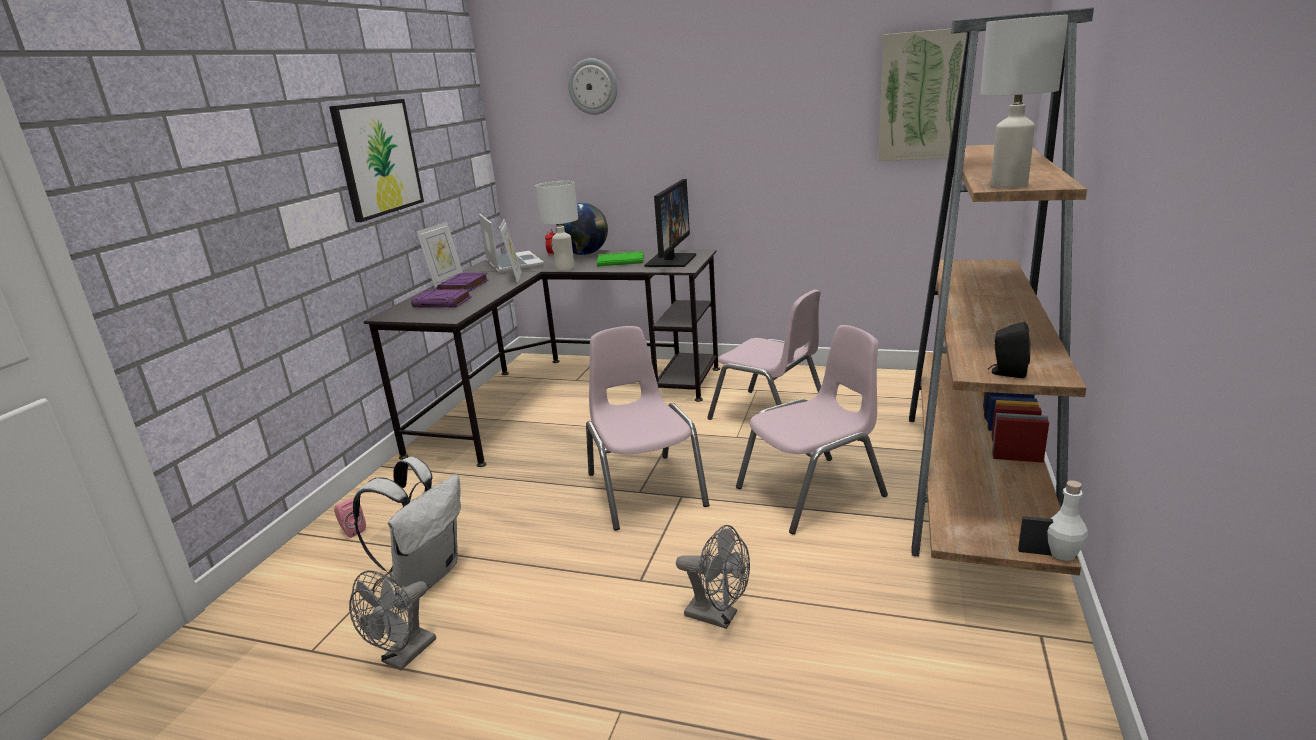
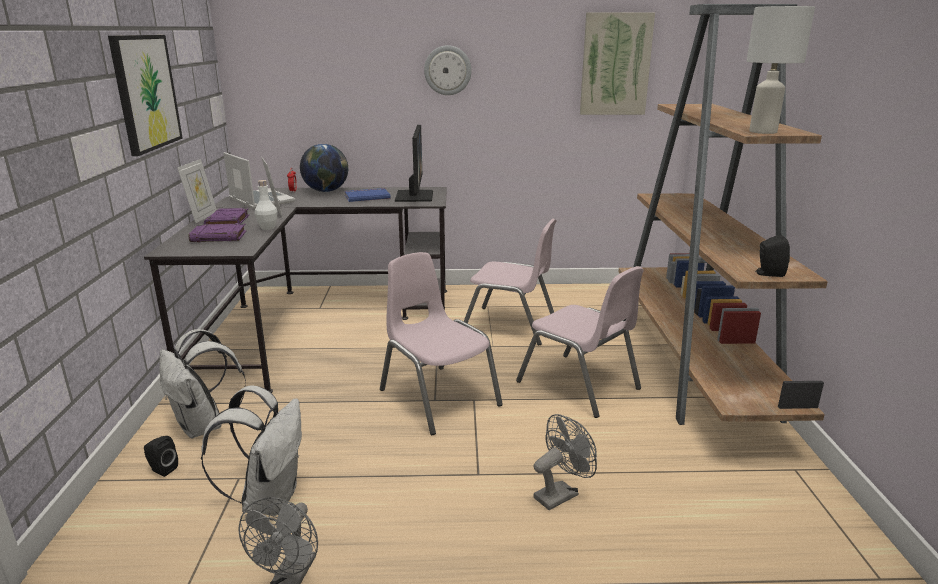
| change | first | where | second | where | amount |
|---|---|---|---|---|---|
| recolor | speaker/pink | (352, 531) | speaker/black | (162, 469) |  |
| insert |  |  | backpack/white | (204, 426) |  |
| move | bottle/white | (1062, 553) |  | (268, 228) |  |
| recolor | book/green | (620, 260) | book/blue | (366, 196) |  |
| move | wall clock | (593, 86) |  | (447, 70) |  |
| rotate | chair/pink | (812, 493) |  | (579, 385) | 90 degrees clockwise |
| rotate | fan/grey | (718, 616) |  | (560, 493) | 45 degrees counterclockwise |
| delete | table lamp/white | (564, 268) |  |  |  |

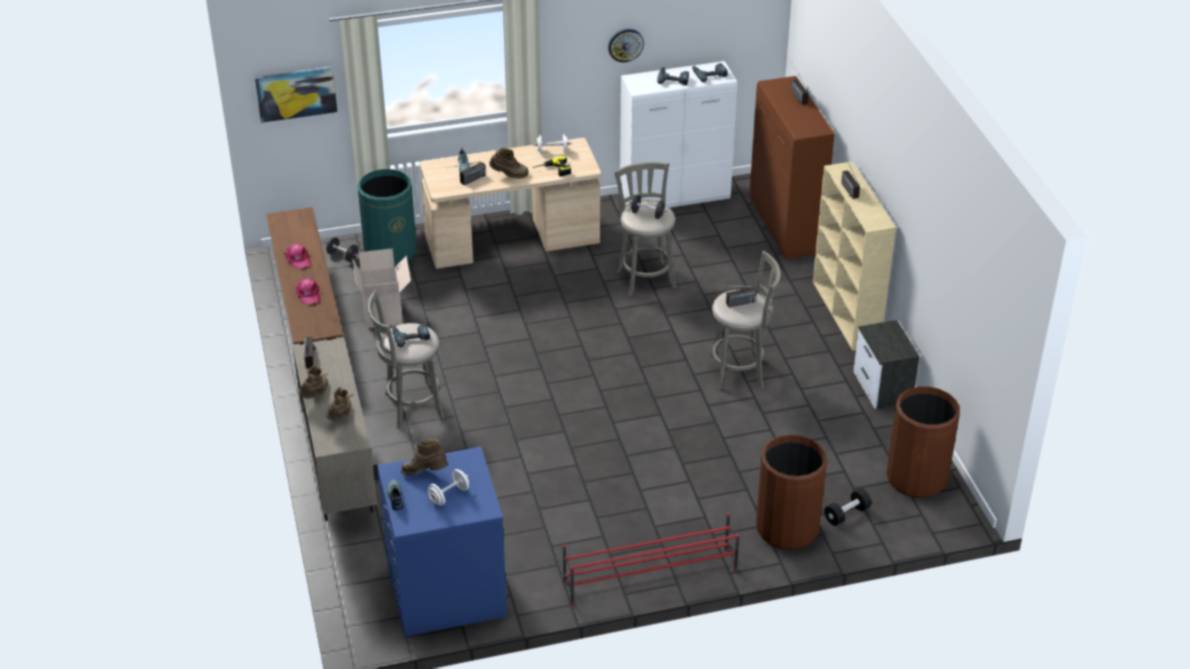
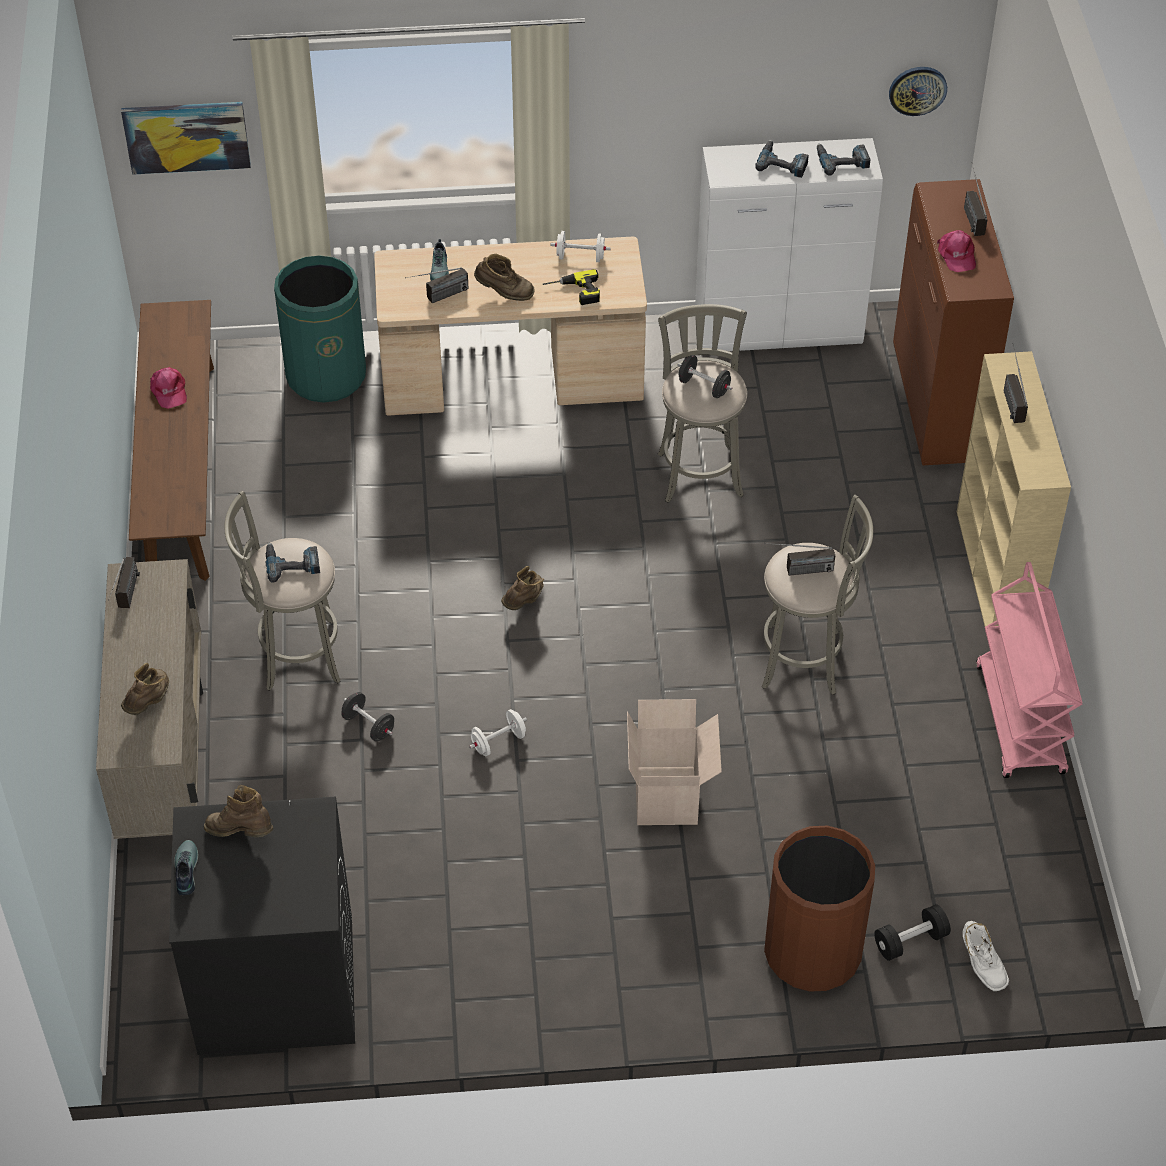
| change | first | where | second | where | amount |
|---|---|---|---|---|---|
| recolor | washing machine/blue | (445, 591) | washing machine/black | (275, 985) |  |
| move | dumbbell/black | (343, 256) |  | (368, 726) |  |
| move | dumbbell/white | (449, 495) |  | (498, 742) |  |
| move | boot/brown | (315, 395) |  | (524, 602) |  |
| move | cardboard box | (384, 313) |  | (669, 797) |  |
| move | wall clock | (625, 44) |  | (917, 90) |  |
| move | cap/pink | (308, 294) |  | (956, 255) |  |
| insert |  |  | boot/white | (980, 965) |  |
| replace | nightstand | (882, 388) | cart/pink | (1020, 721) |  |
| delete | shoe rack/red | (649, 575) |  |  |  |
| delete | trash can/brown | (917, 477) |  |  |  |

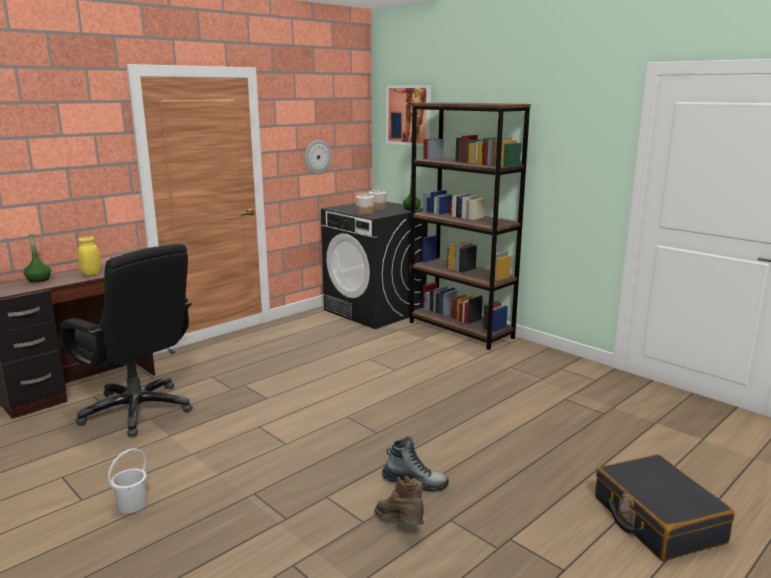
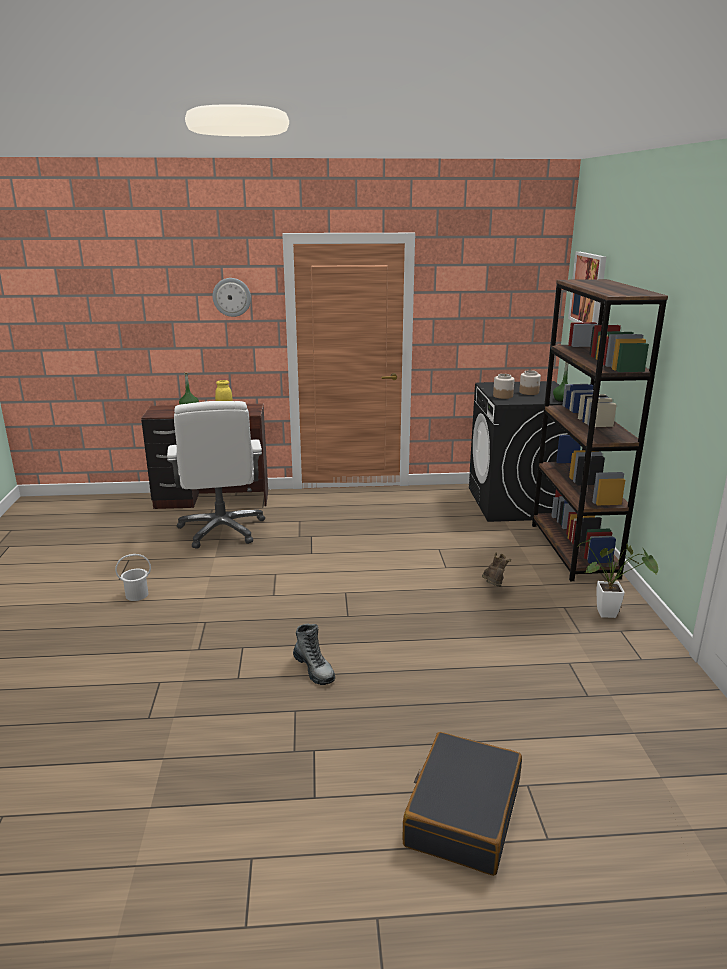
| change | first | where | second | where | amount |
|---|---|---|---|---|---|
| recolor | office chair/black | (138, 410) | office chair/white | (222, 530) |  |
| move | wall clock | (317, 157) |  | (232, 297) |  |
| move | boot/brown | (400, 526) |  | (493, 588) |  |
| insert |  |  | potted plant | (611, 614) |  |

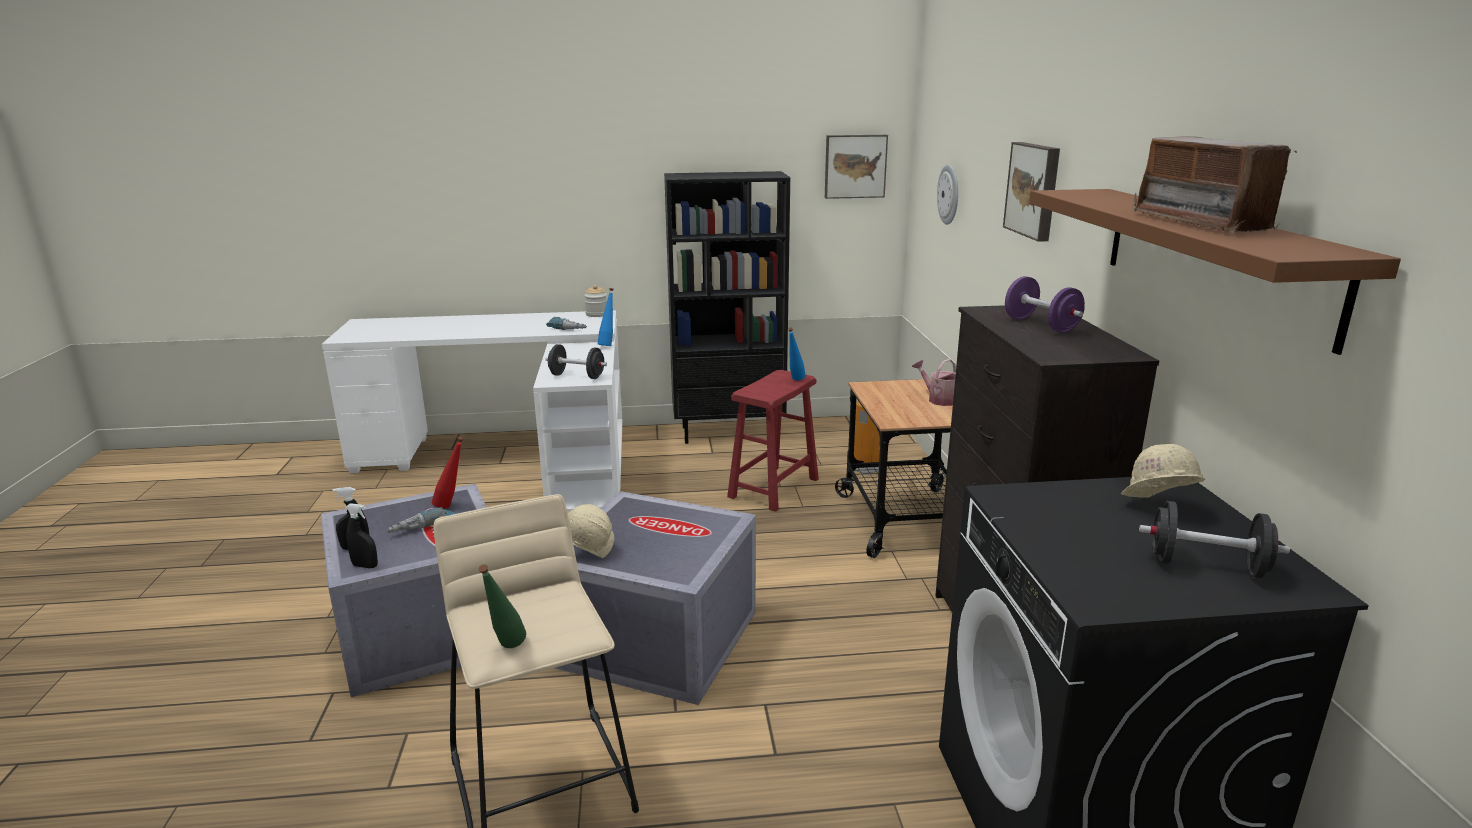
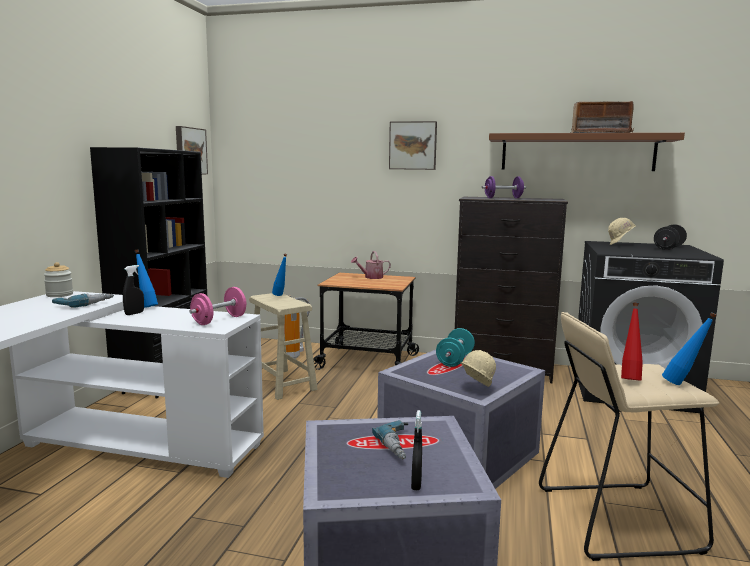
| change | first | where | second | where | amount |
|---|---|---|---|---|---|
| move | spray bottle/black | (365, 566) |  | (134, 313) |  |
| recolor | dumbbell/black | (577, 376) | dumbbell/pink | (219, 320) |  |
| recolor | stool/red | (774, 488) | stool/beige | (282, 384) |  |
| insert |  |  | dumbbell/turquoise | (455, 360) |  |
| move | bottle/red | (452, 506) |  | (629, 378) |  |
| recolor | bottle/green | (506, 650) | bottle/blue | (683, 385) |  |
| delete | wall clock | (949, 194) |  |  |  |

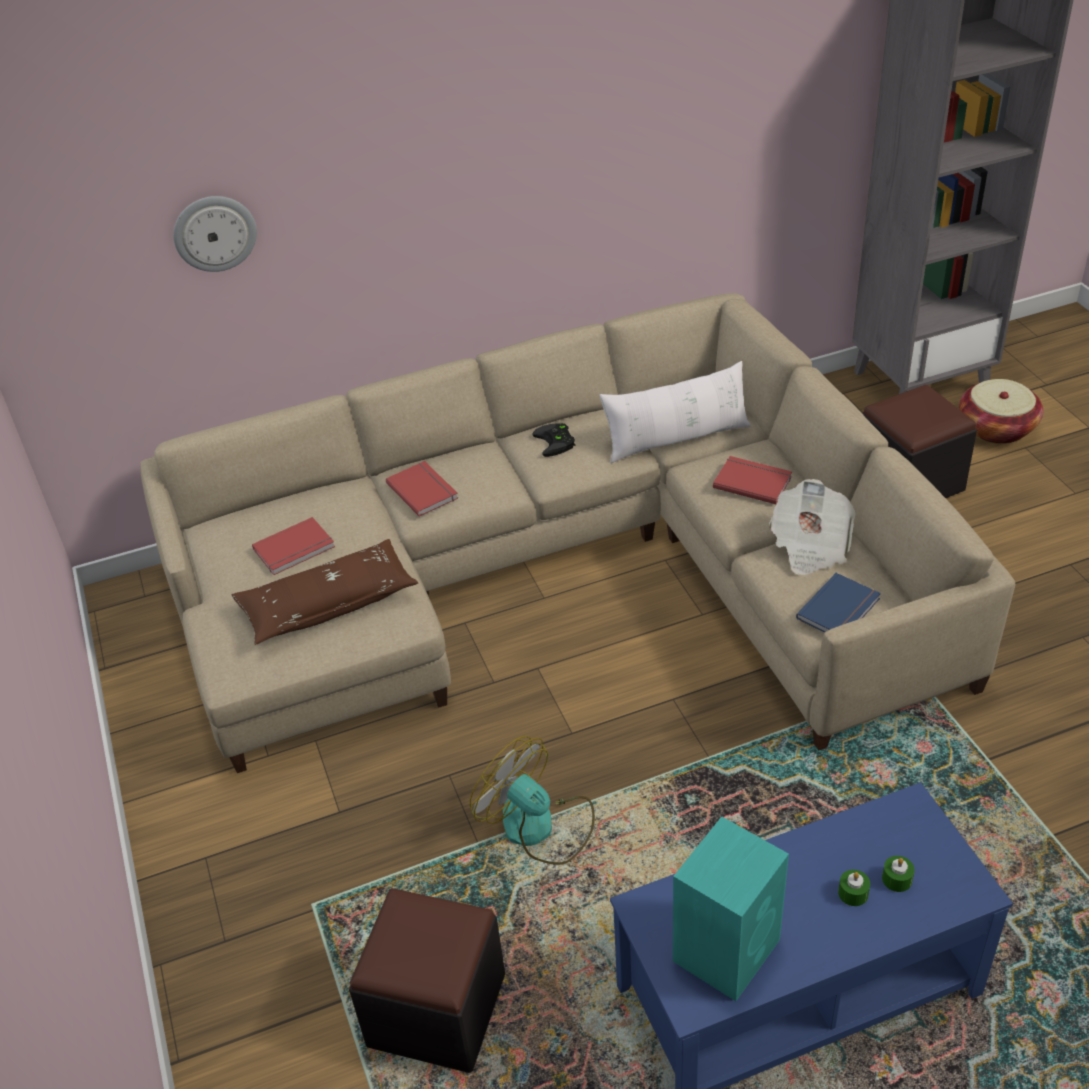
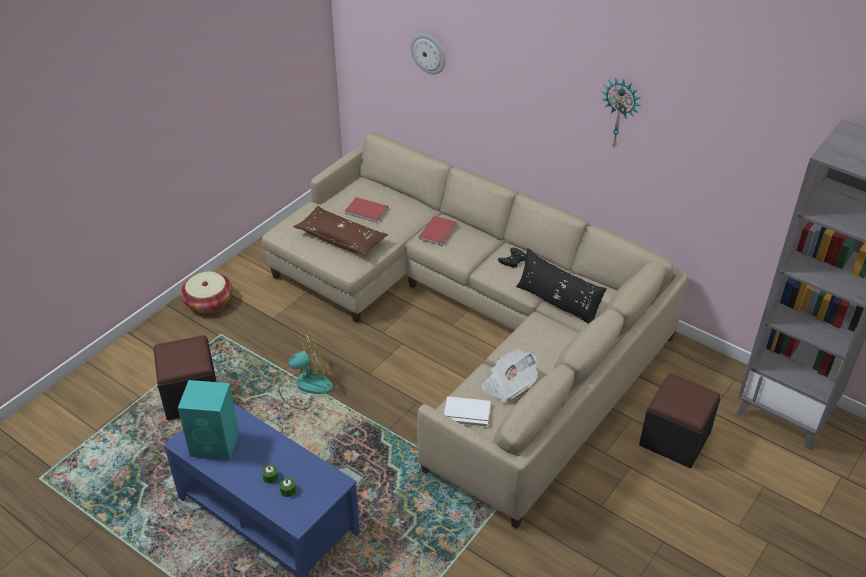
| change | first | where | second | where | amount |
|---|---|---|---|---|---|
| move | basket | (996, 428) |  | (209, 302) |  |
| rotate | fan | (539, 827) |  | (305, 386) | 60 degrees clockwise |
| recolor | book/blue | (840, 609) | book/white | (467, 414) |  |
| recolor | pillow/white | (677, 439) | pillow/black | (557, 303) |  |
| insert |  |  | wall clock | (620, 112) |  |
| delete | book/red | (752, 481) |  |  |  |

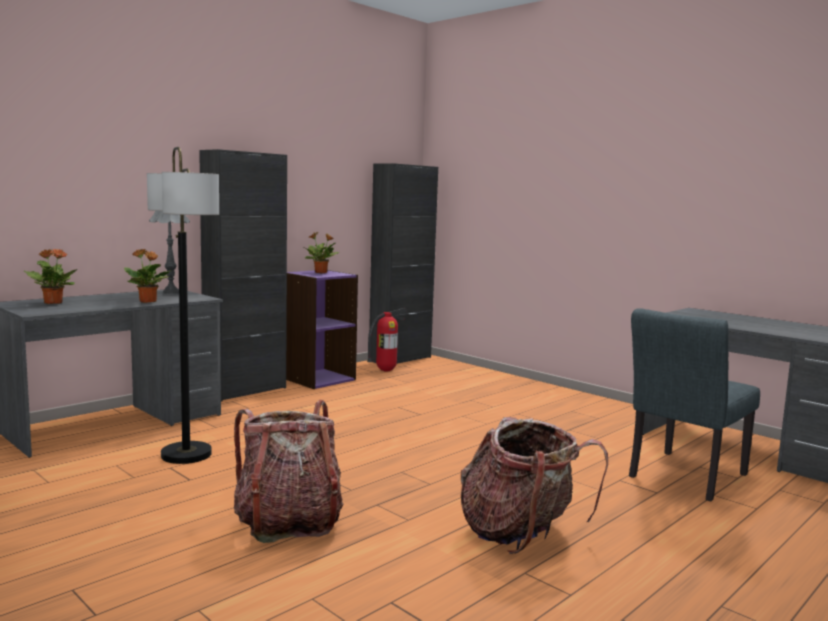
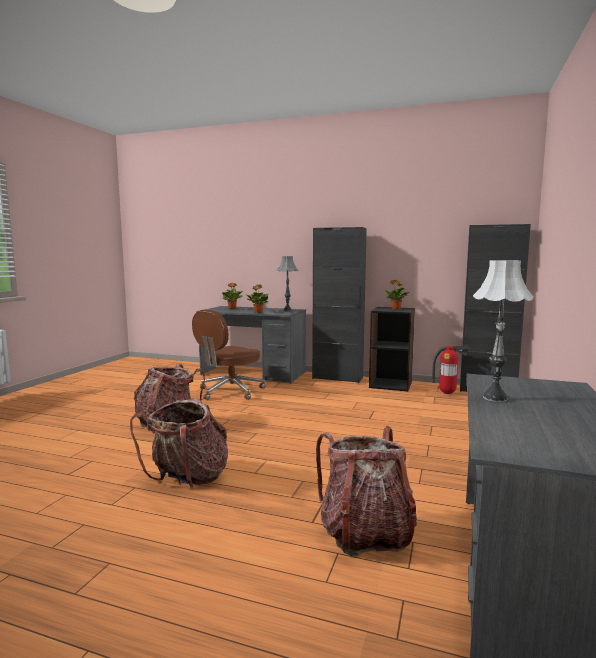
| change | first | where | second | where | amount |
|---|---|---|---|---|---|
| replace | floor lamp | (186, 455) | office chair/brown | (230, 391) |  |
| replace | chair/grey | (683, 478) | backpack | (365, 533) |  |
| recolor | bookcase/purple | (318, 379) | bookcase/black | (391, 384) |  |
| insert |  |  | table lamp/white | (495, 398) |  |

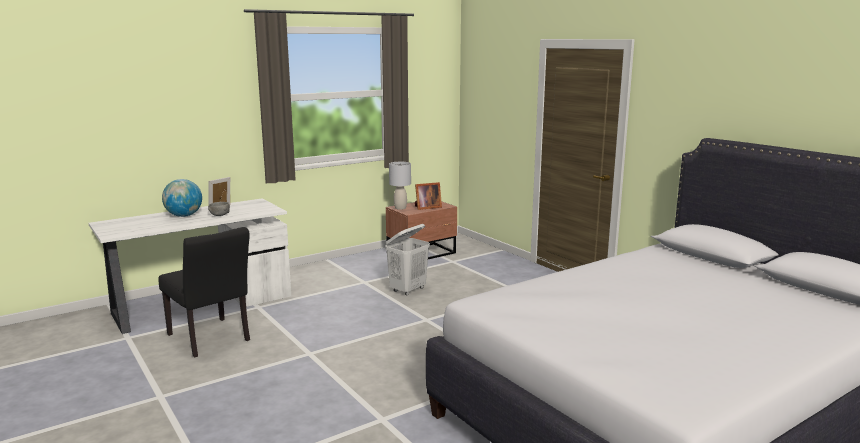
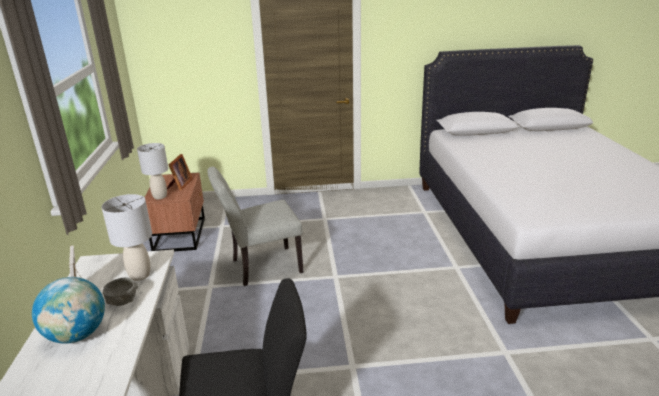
| change | first | where | second | where | amount |
|---|---|---|---|---|---|
| insert |  |  | table lamp/grey | (139, 275) |  |
| replace | laundry basket/white | (408, 290) | chair/grey | (261, 267) |  |

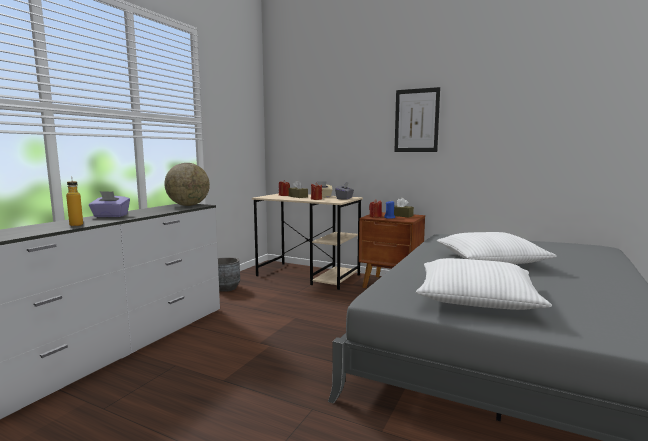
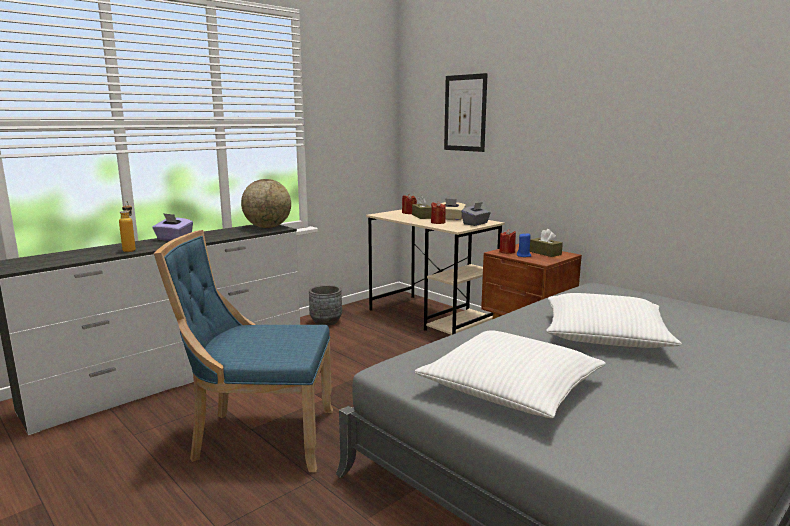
| change | first | where | second | where | amount |
|---|---|---|---|---|---|
| insert |  |  | chair/blue | (259, 437) |  |
| move | picture | (416, 120) |  | (465, 113) |  |

